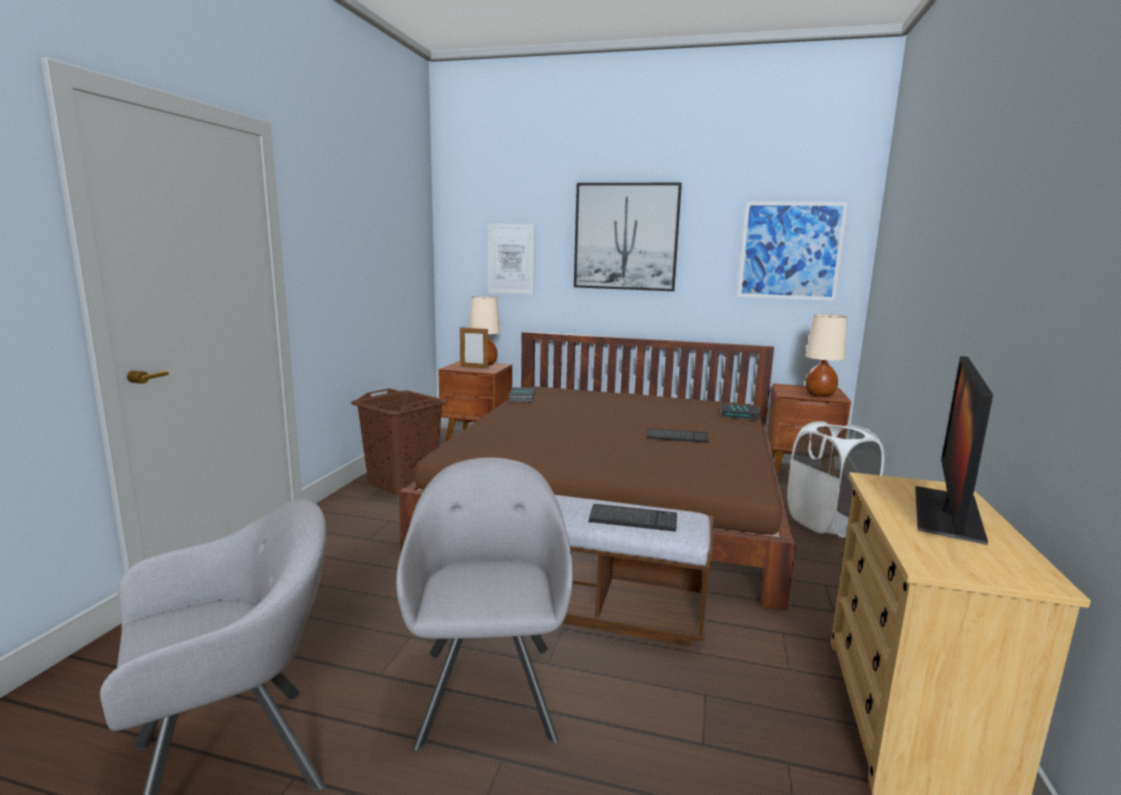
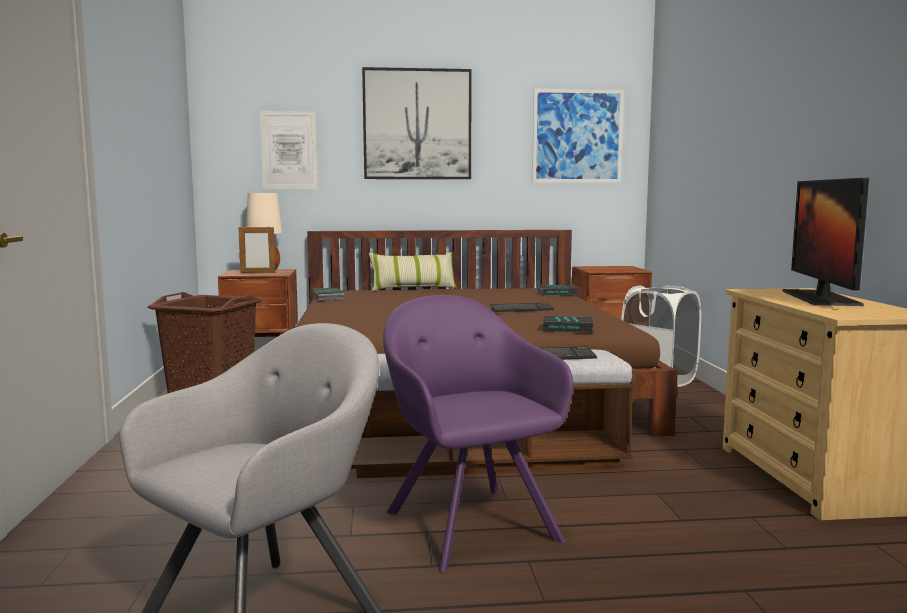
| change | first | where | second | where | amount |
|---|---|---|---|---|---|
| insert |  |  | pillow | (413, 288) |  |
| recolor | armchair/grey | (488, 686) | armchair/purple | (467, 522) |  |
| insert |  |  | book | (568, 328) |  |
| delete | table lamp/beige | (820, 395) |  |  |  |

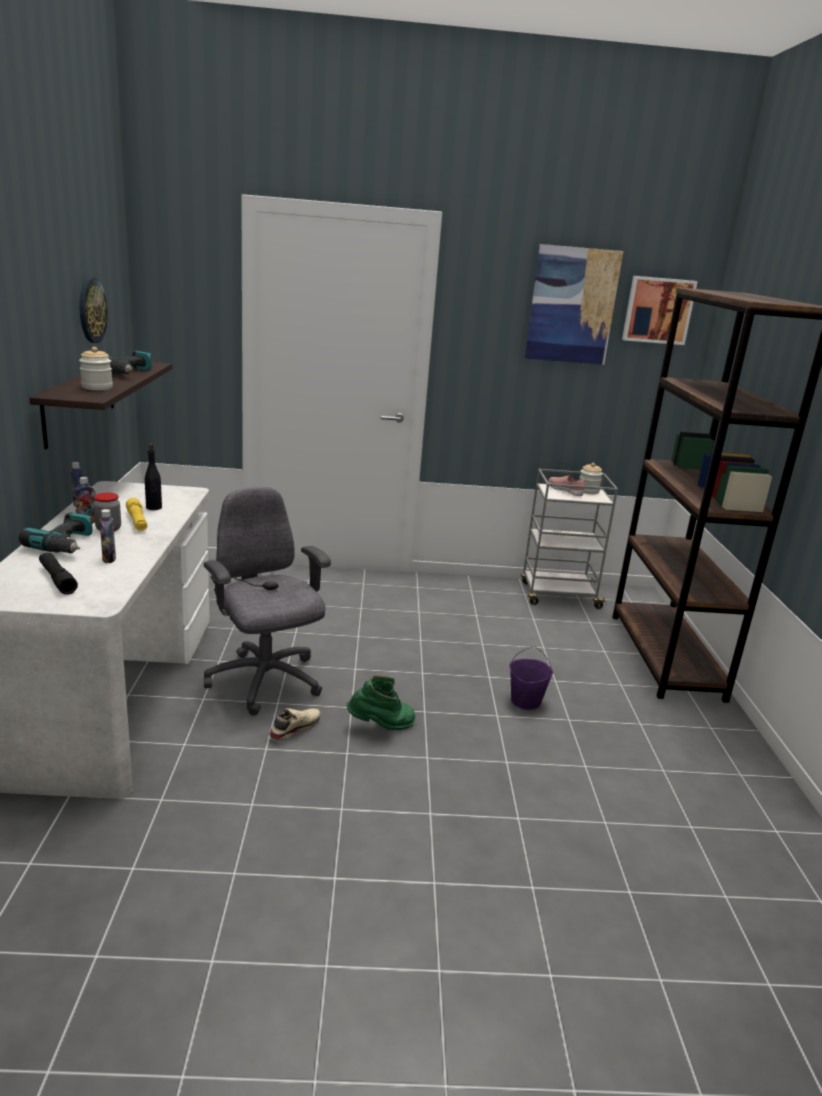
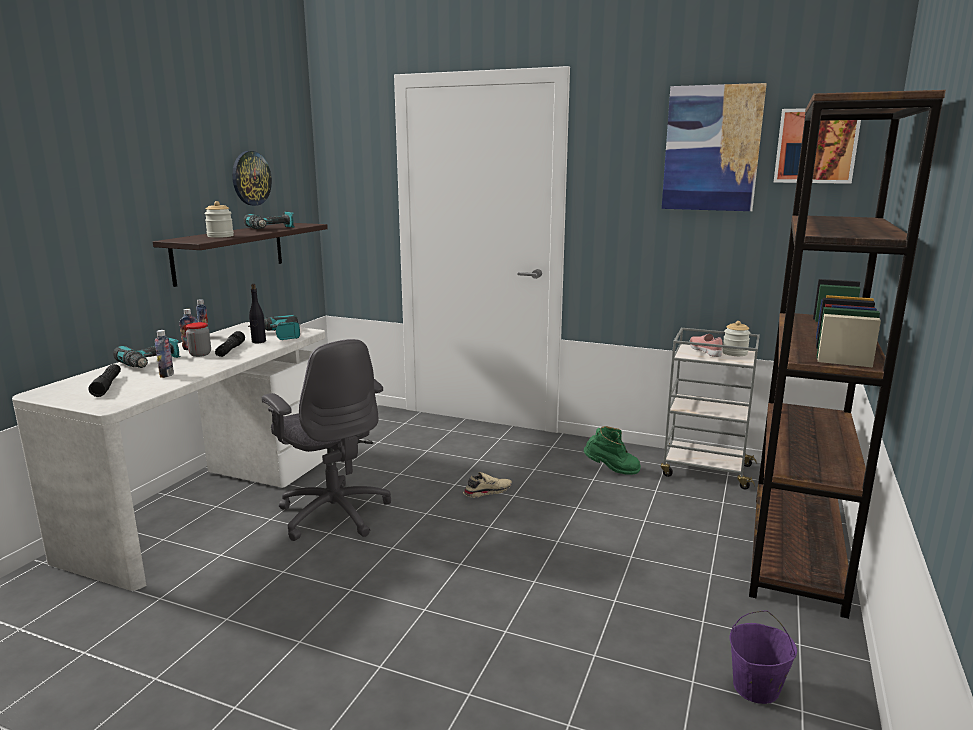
| change | first | where | second | where | amount |
|---|---|---|---|---|---|
| recolor | flashlight/yellow | (137, 521) | flashlight/black | (230, 350) |  |
| insert |  |  | power drill | (278, 335) |  |
| rotate | office chair/grey | (265, 682) |  | (334, 513) | 150 degrees clockwise |
| move | shoe/beige | (294, 728) |  | (487, 491) |  |
| move | boot/green | (381, 726) |  | (611, 471) |  |
| move | bucket/purple | (525, 702) |  | (755, 688) |  |

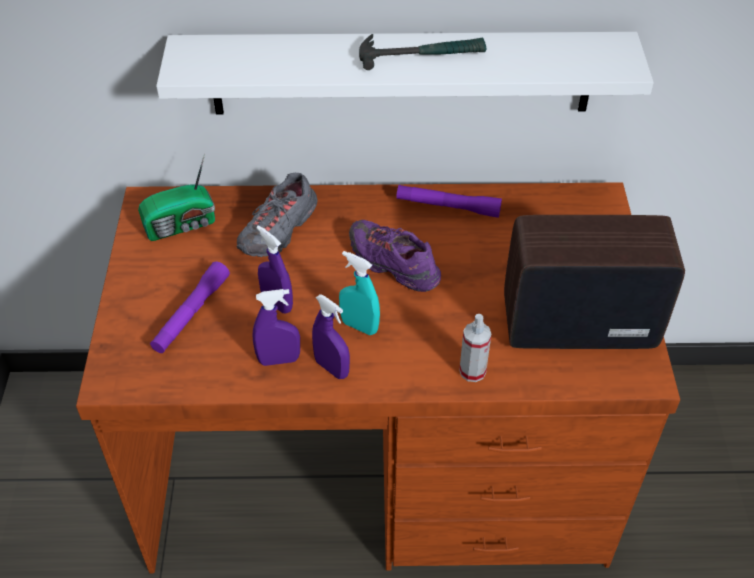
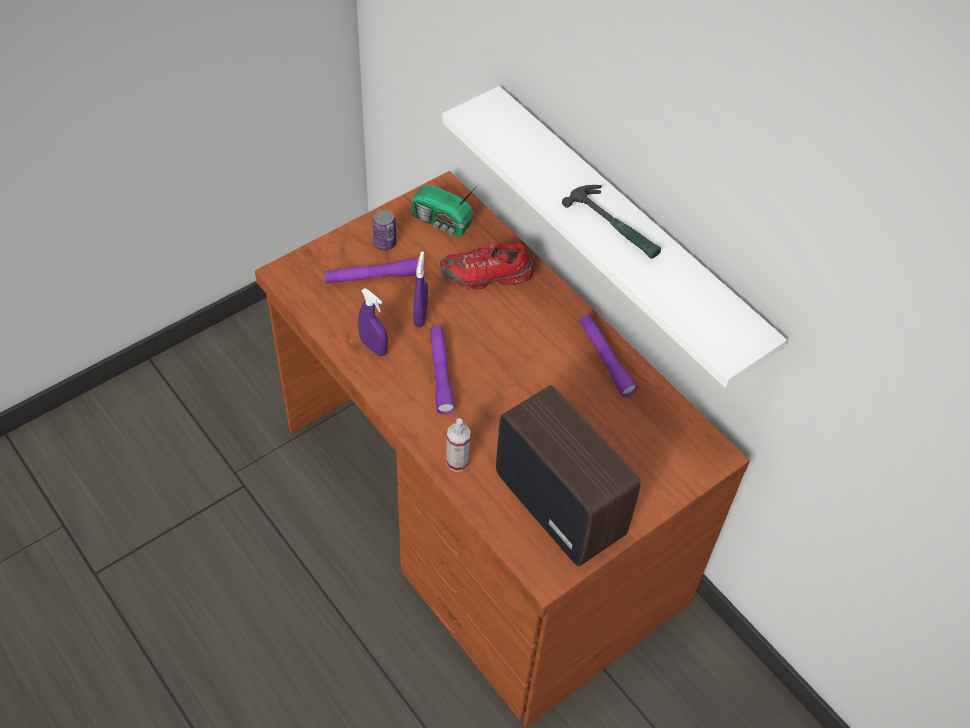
| change | first | where | second | where | amount |
|---|---|---|---|---|---|
| insert |  |  | can | (384, 243) |  |
| replace | spray bottle/turquoise | (359, 326) | flashlight/purple | (440, 374) |  |
| recolor | shoe/grey | (279, 230) | shoe/red | (487, 276) |  |
| delete | spray bottle/purple | (332, 368) |  |  |  |
| delete | shoe/purple | (393, 265) |  |  |  |

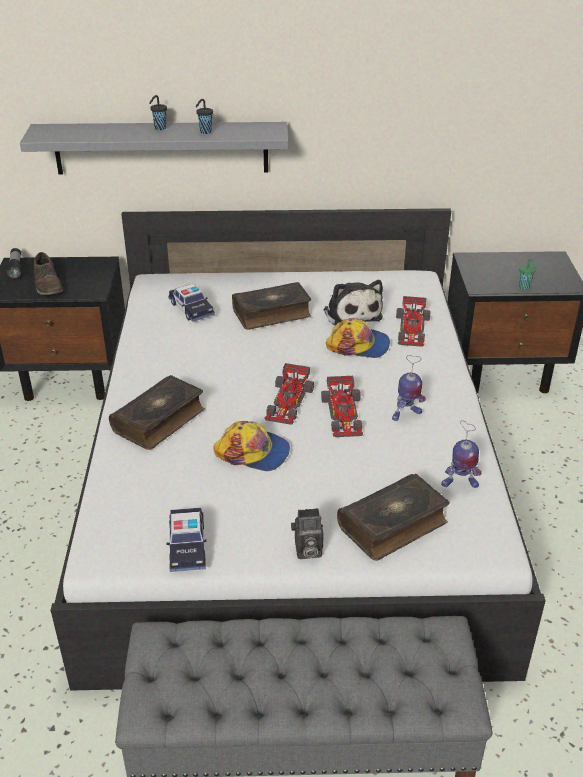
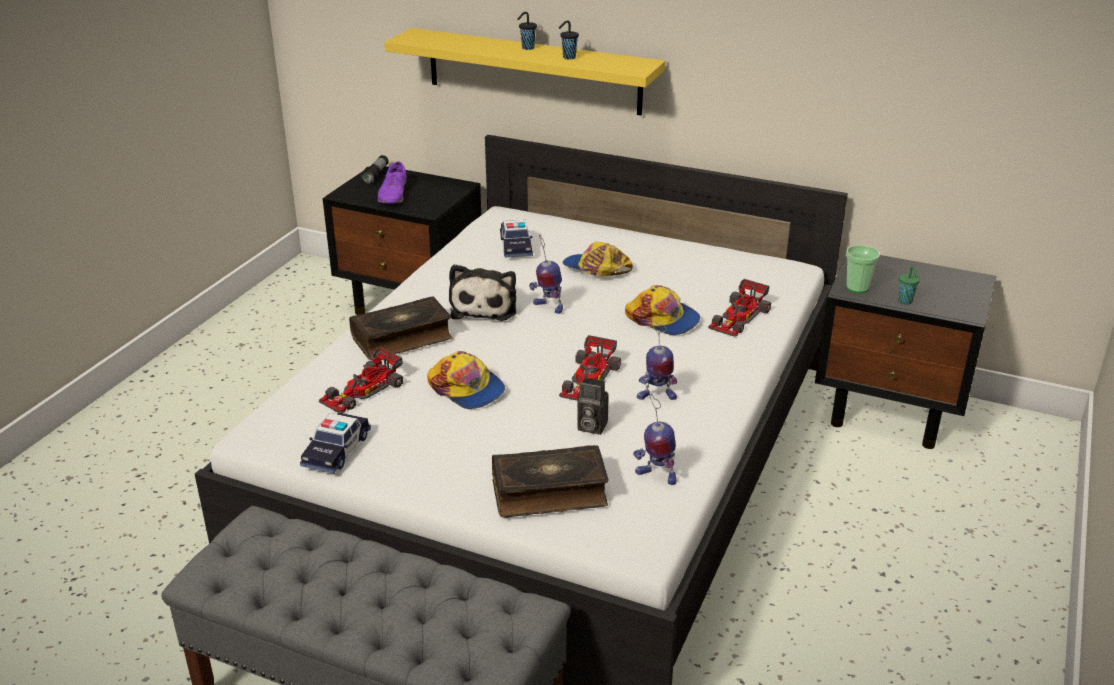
| change | first | where | second | where | amount |
|---|---|---|---|---|---|
| move | toy car | (288, 401) |  | (362, 390) |  |
| recolor | shoe/brown | (48, 284) | shoe/purple | (393, 194) |  |
| recolor | shelf/grey | (161, 148) | shelf/yellow | (533, 71) |  |
| move | plush toy | (351, 313) |  | (484, 306) |  |
| insert |  |  | toy robot | (548, 307) |  |
| replace | book | (272, 314) | cap | (596, 269) |  |
| move | photo camera | (306, 551) |  | (590, 426) |  |
| insert |  |  | cup | (857, 287) |  |

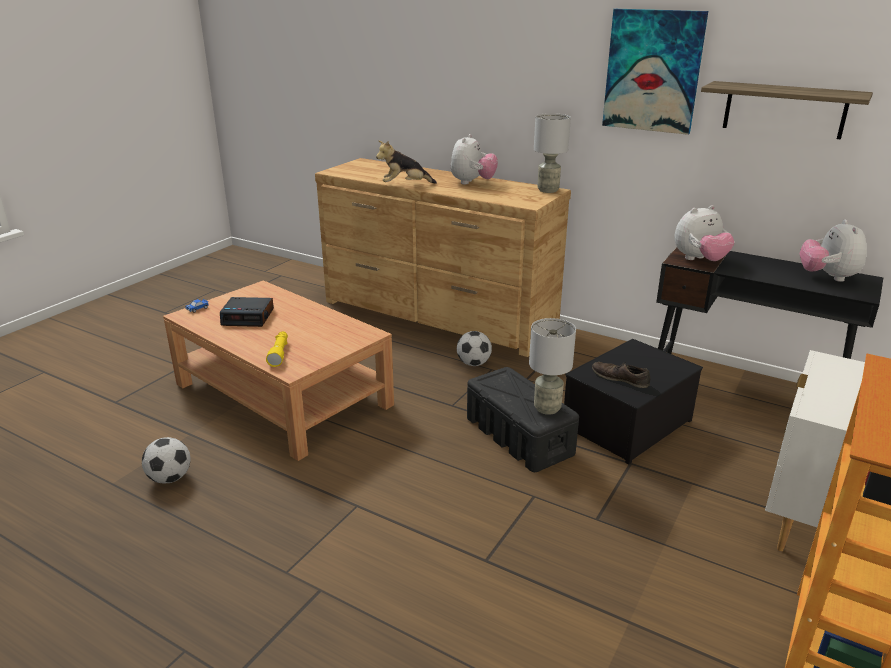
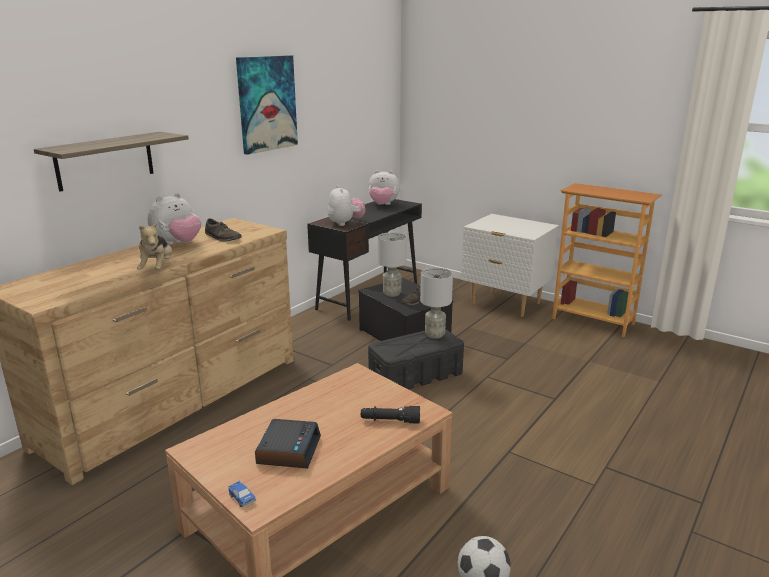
| change | first | where | second | where | amount |
|---|---|---|---|---|---|
| move | shelf | (784, 110) |  | (105, 160) |  |
| rotate | plush toy | (472, 182) |  | (177, 244) | 105 degrees clockwise |
| insert |  |  | shoe/brown | (223, 237) |  |
| recolor | flashlight/yellow | (279, 353) | flashlight/black | (390, 421) |  |
| move | table lamp/grey | (548, 190) |  | (391, 294) |  |
| delete | football | (473, 363) |  |  |  |

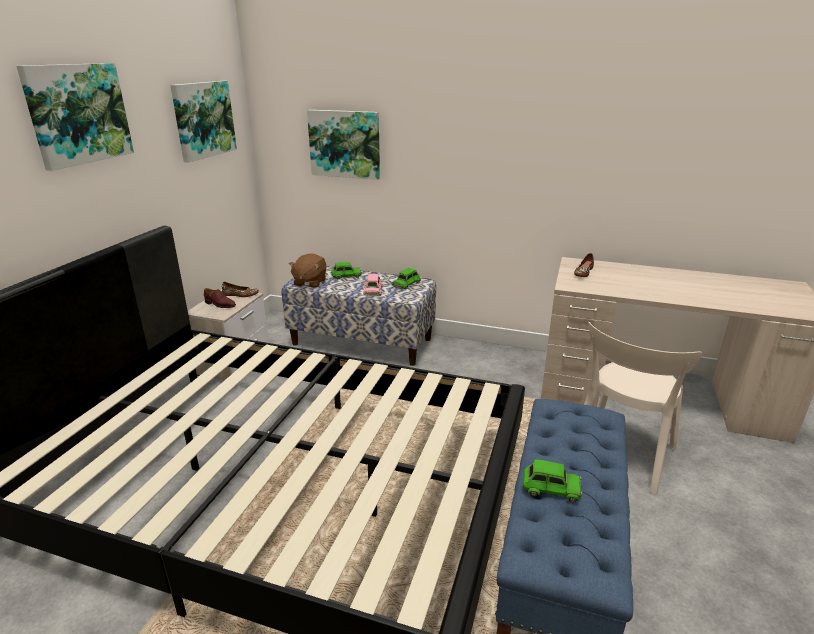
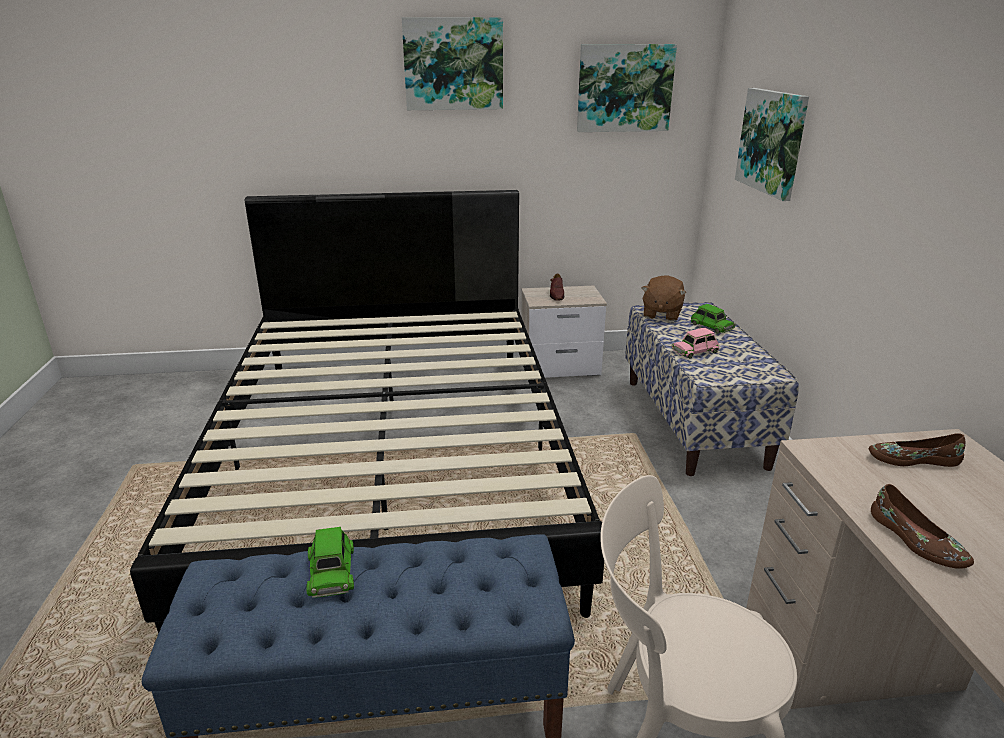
| change | first | where | second | where | amount |
|---|---|---|---|---|---|
| rotate | plush toy/brown | (309, 282) |  | (661, 314) | 60 degrees counterclockwise |
| move | shoe/brown | (240, 294) |  | (915, 541) |  |
| delete | toy car/green | (406, 284) |  |  |  |

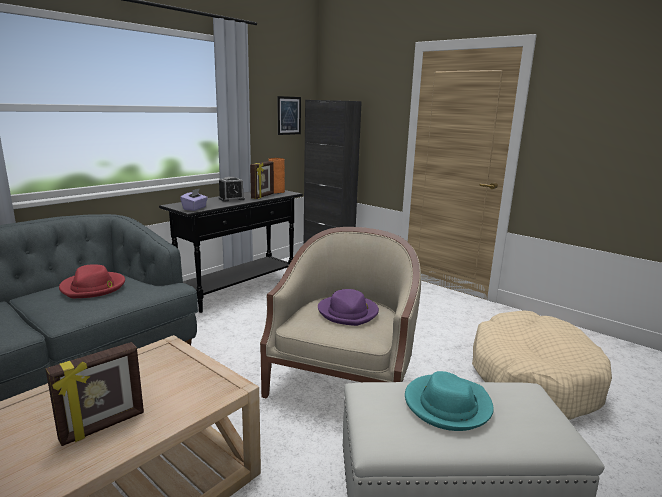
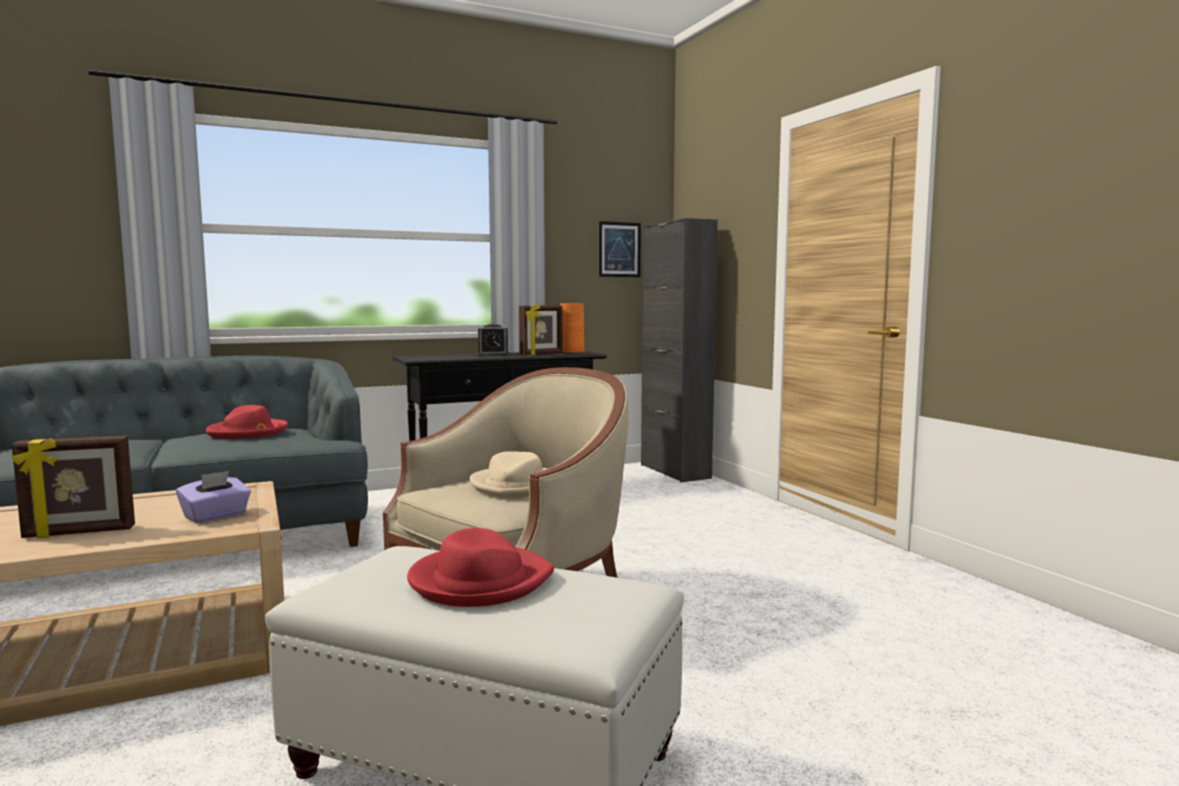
| change | first | where | second | where | amount |
|---|---|---|---|---|---|
| move | tissue box/purple | (195, 208) |  | (216, 516) |  |
| recolor | hat/turquoise | (447, 405) | hat/red | (479, 581) |  |
| recolor | hat/purple | (348, 312) | hat/beige | (517, 486) |  |
| delete | dog bed/beige | (533, 378) |  |  |  |

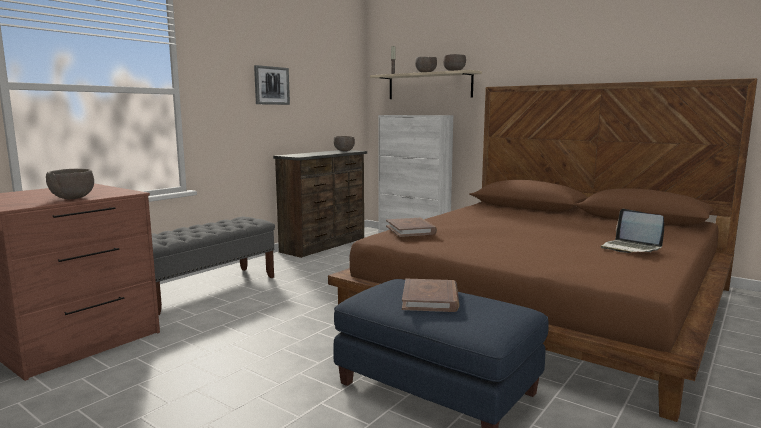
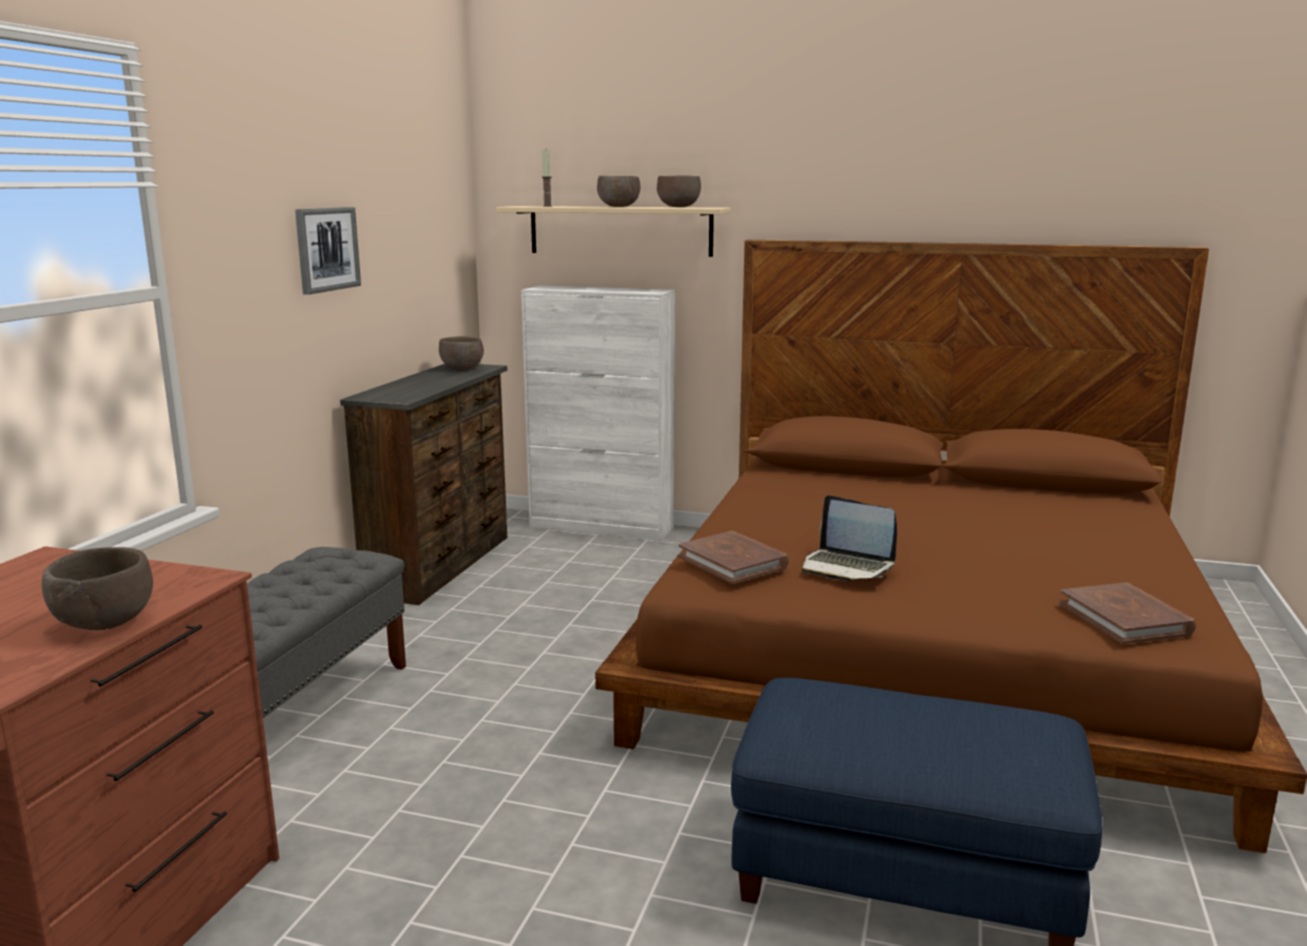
| change | first | where | second | where | amount |
|---|---|---|---|---|---|
| move | laptop | (630, 248) |  | (847, 567) |  |
| move | book/brown | (430, 299) |  | (1125, 619) |  |

